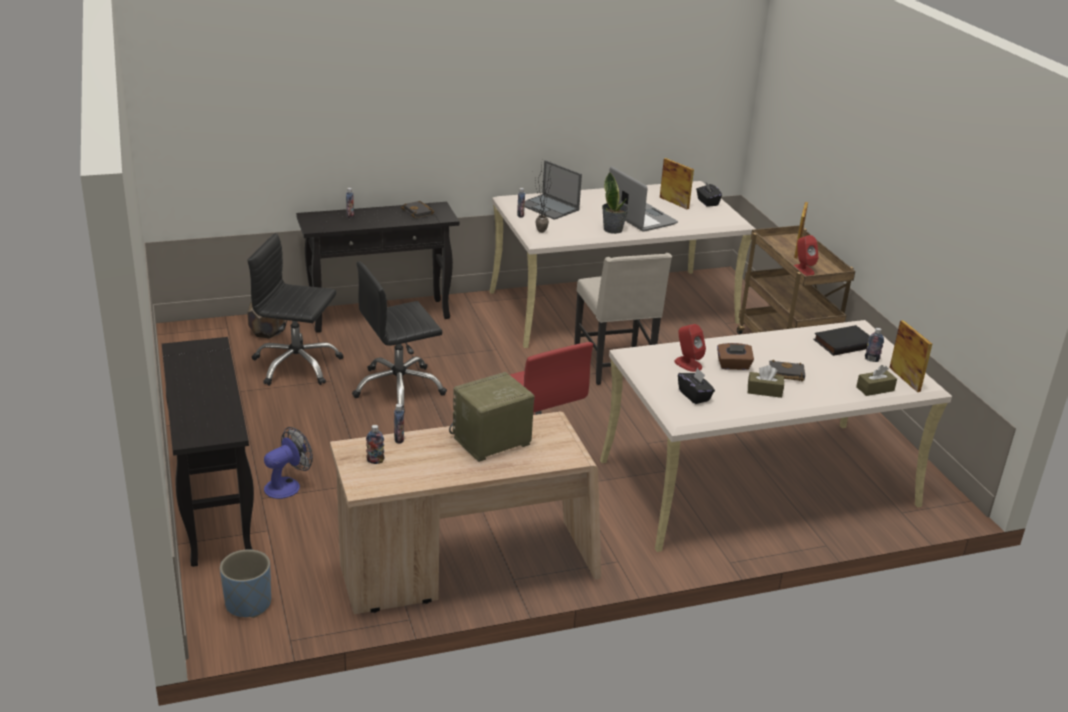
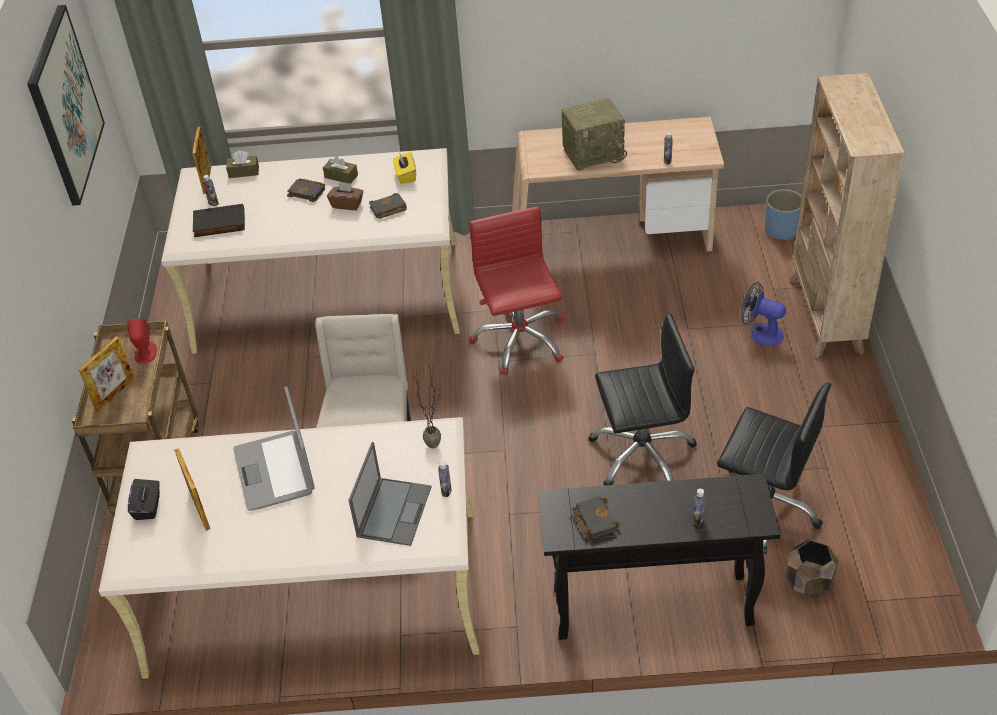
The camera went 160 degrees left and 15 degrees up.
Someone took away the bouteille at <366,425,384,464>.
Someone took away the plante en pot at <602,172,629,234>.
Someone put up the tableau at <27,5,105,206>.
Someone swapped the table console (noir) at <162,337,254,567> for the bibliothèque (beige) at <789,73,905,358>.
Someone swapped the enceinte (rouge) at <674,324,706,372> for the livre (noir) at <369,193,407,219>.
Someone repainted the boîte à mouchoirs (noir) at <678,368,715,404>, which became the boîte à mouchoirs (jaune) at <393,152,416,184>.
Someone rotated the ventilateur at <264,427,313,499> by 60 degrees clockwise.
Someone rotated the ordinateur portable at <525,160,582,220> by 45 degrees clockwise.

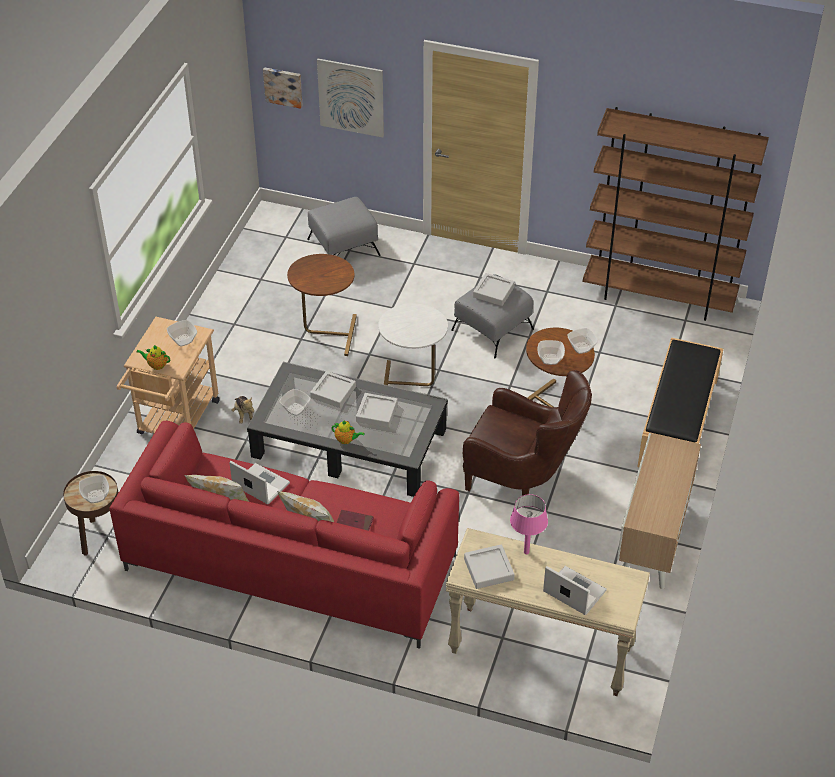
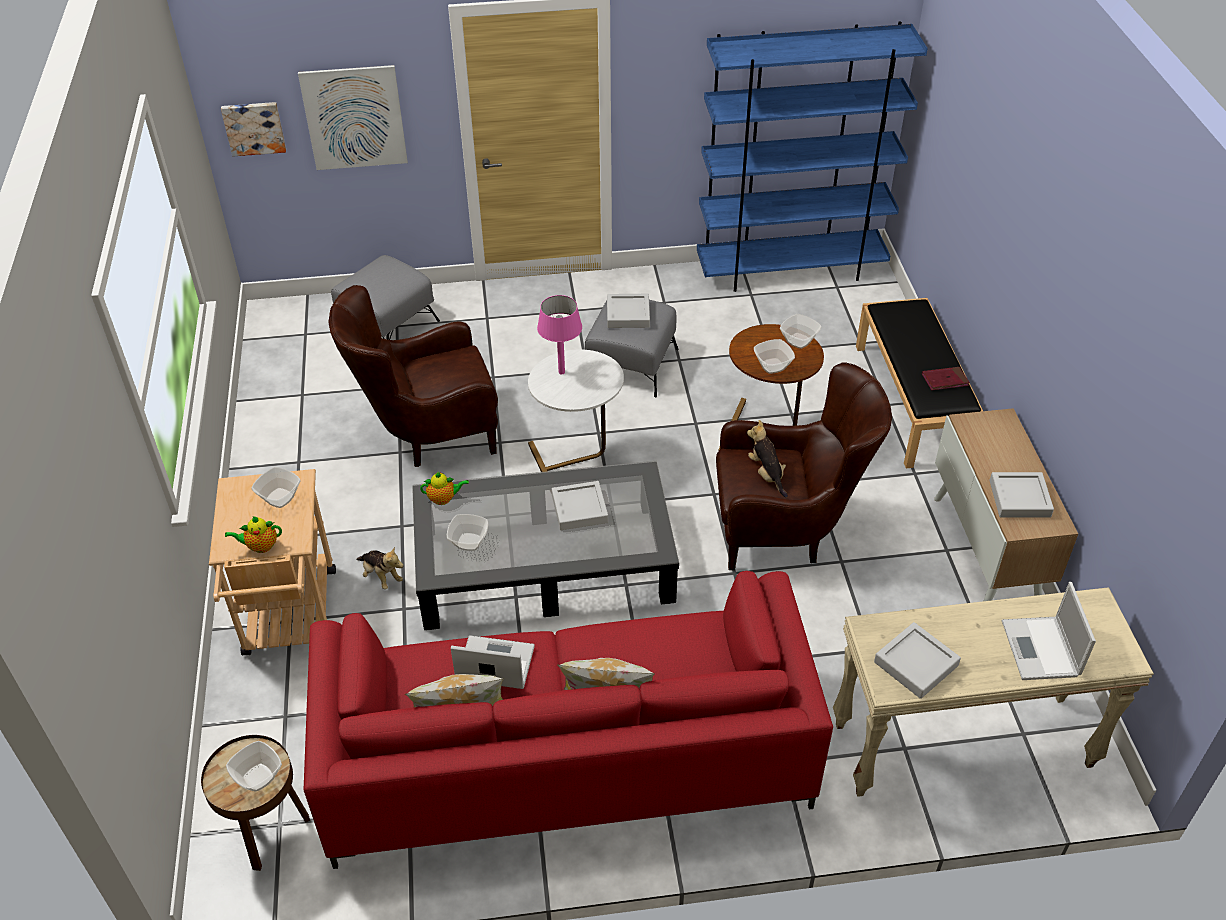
The camera went 25 degrees left and 0 degrees up.
Someone put down the peluche at <747,420,788,498>.
Someone carried the plateau (gris) from <310,371,356,408> to <989,472,1054,518>.
Someone carried the théière from <332,421,364,444> to <420,472,469,505>.
Someone carried the livre (rouge) from <336,510,373,531> to <922,367,970,390>.
Someone carried the lampe de table (rose) from <510,494,548,554> to <537,295,582,374>.
Someone swapped the table d'appoint (marron) at <287,254,357,356> for the fauteuil (marron) at <328,285,498,467>.
Someone repainted the bibliothèque (marron) at <583,107,769,321>, which became the bibliothèque (bleu) at <697,21,928,292>.
Someone rotated the ordinateur portable at <543,566,607,615> by 105 degrees counterclockwise.

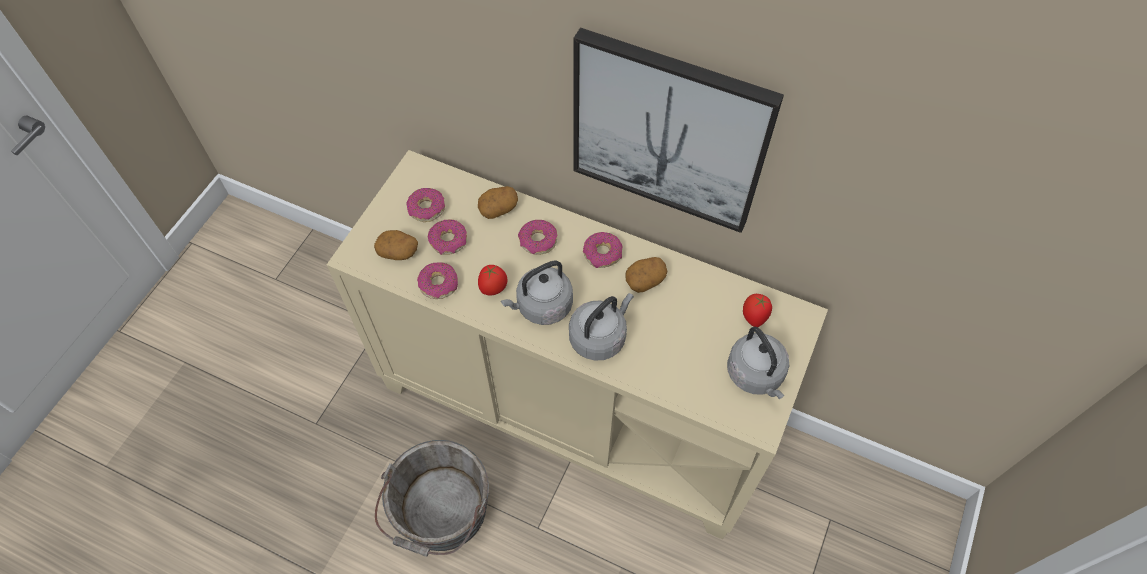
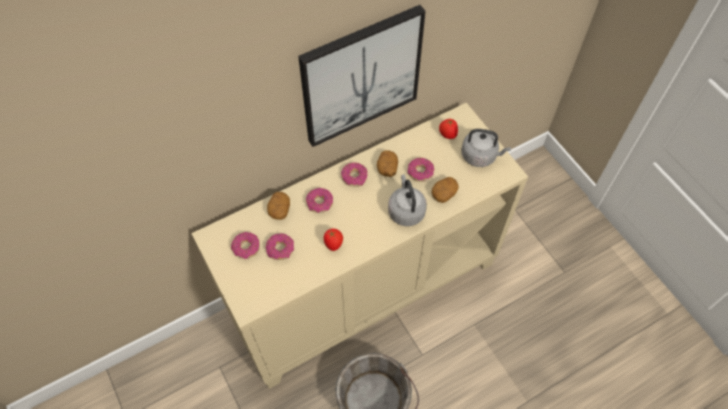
The camera went 55 degrees left and 0 degrees up.
Someone took away the bouilloire (gris) at <501,261,573,325>.
Someone carried the pomme de terre from <374,230,418,260> to <431,177,459,203>.
Someone carried the beignet from <417,262,458,299> to <408,158,435,182>.

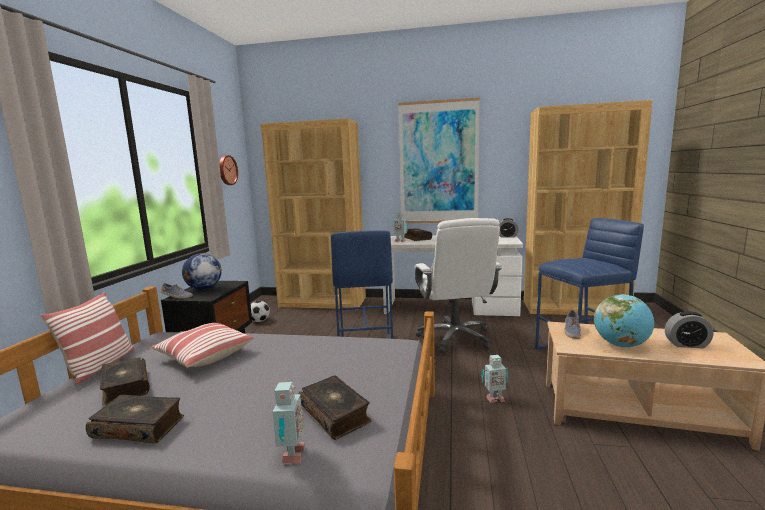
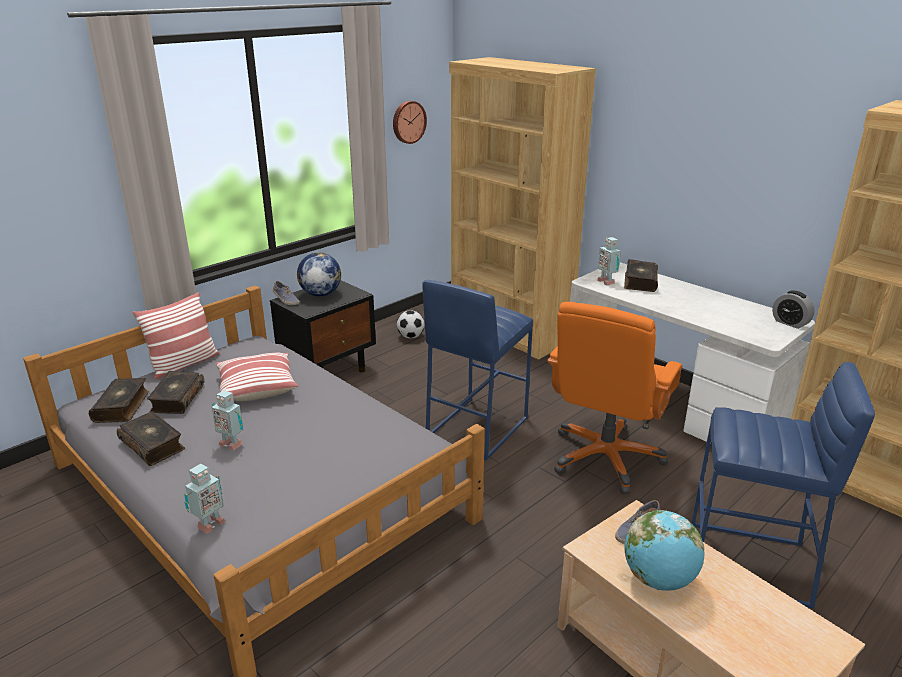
The camera went 35 degrees right and 15 degrees up.
Someone took away the tableau at <398,98,480,223>.
Someone took away the réveil at <665,311,714,348>.
Someone carried the livre from <299,375,372,440> to <89,378,149,423>.
Someone carried the robot jouet from <482,355,508,403> to <211,390,243,451>.
Someone repainted the chaise de bureau (blanc) at <415,218,502,353>, which became the chaise de bureau (orange) at <547,302,682,494>.

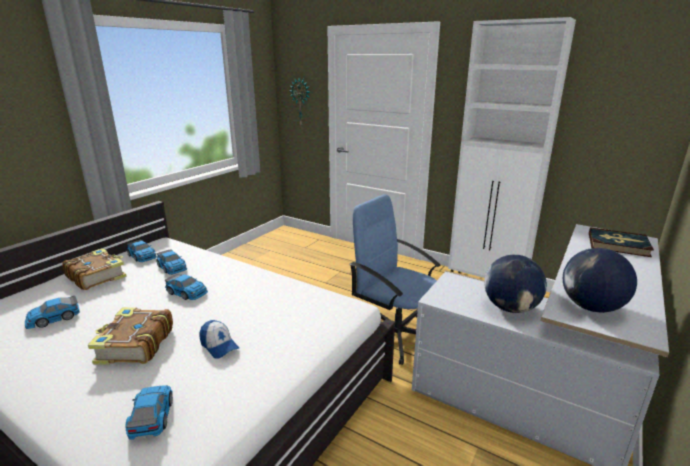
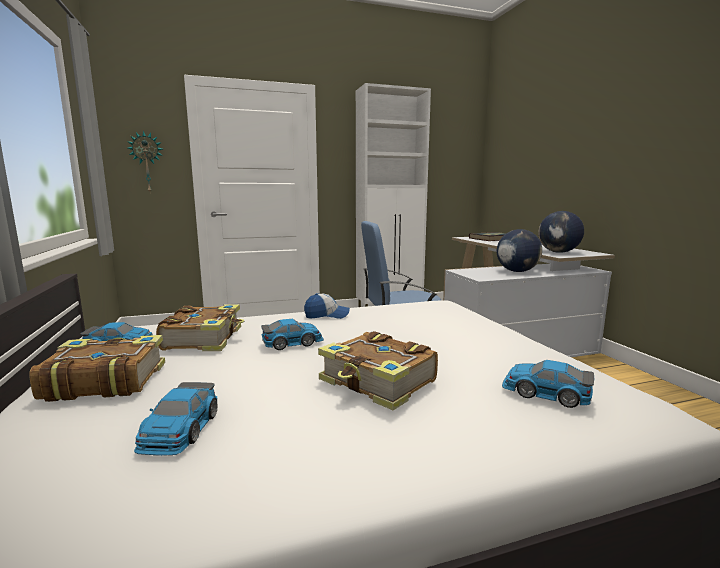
The camera went 50 degrees left and 10 degrees down.
Someone carried the casquette from <199,320,239,359> to <304,293,350,319>.
Someone swapped the petite voiture at <156,249,187,275> for the livre at <156,304,244,351>.

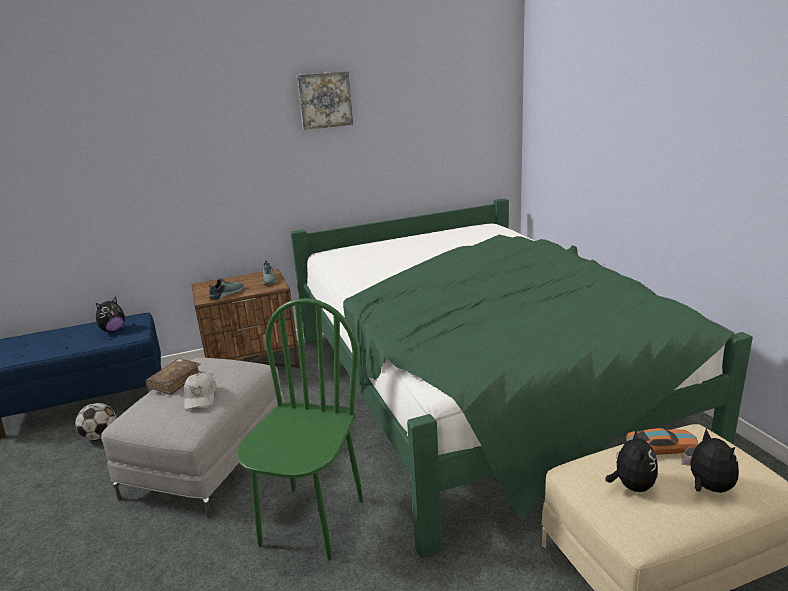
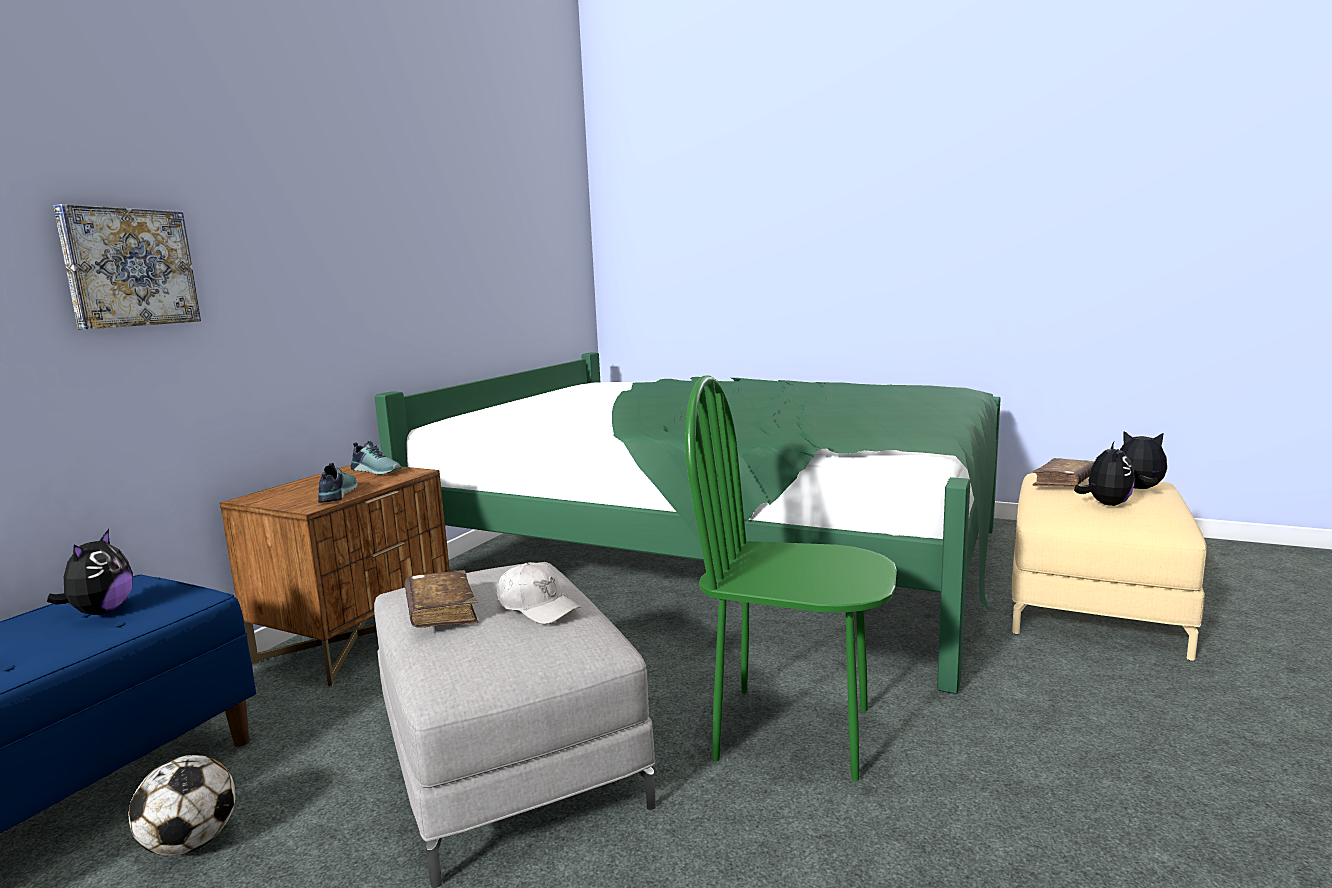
The camera went 45 degrees left and 10 degrees down.
Someone carried the tableau from <297,71,353,130> to <53,204,201,329>.
Someone swapped the petite voiture at <627,428,699,456> for the livre (marron) at <1032,458,1094,487>.
Someone rotated the chaise (vert) at <237,298,363,561> by 45 degrees counterclockwise.
Someone rotated the peluche at <605,428,658,492> by 60 degrees clockwise.

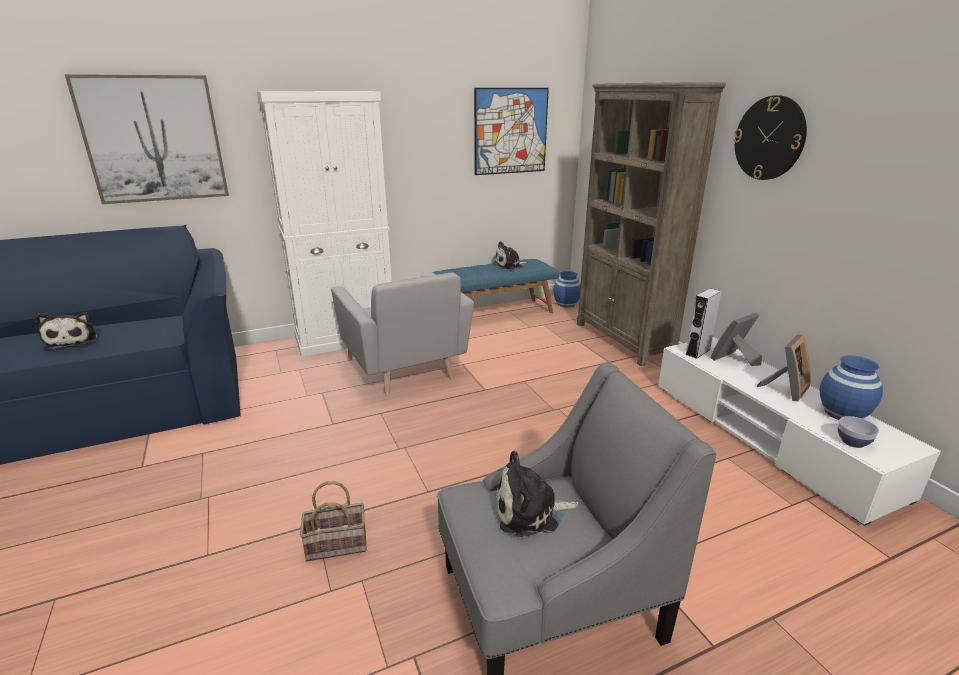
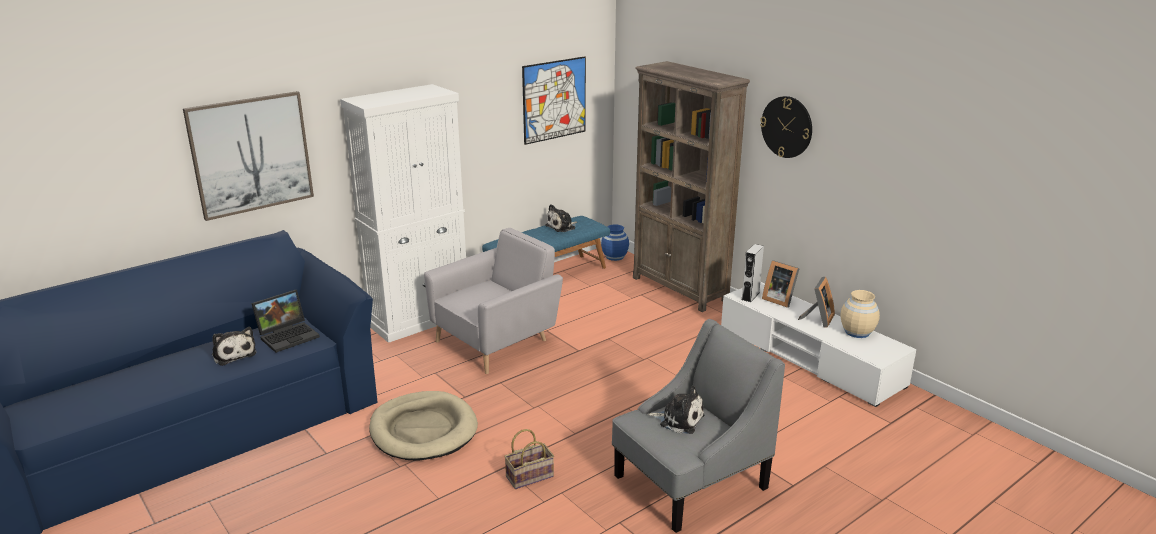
The camera went 15 degrees left and 0 degrees up.
Someone took away the bol at <838,416,879,448>.
Someone put down the ordinateur portable at <251,290,320,353>.
Someone put down the panier pour chien (beige) at <369,391,478,461>.
Someone repainted the vase (bleu) at <820,355,883,420>, which became the vase (beige) at <841,290,880,338>.
Someone rotated the fauteuil (gris) at <331,272,474,396> by 90 degrees counterclockwise.
Someone rotated the peluche at <495,451,579,537> by 135 degrees counterclockwise.
Someone rotated the cadre photo at <710,312,762,366> by 90 degrees counterclockwise.

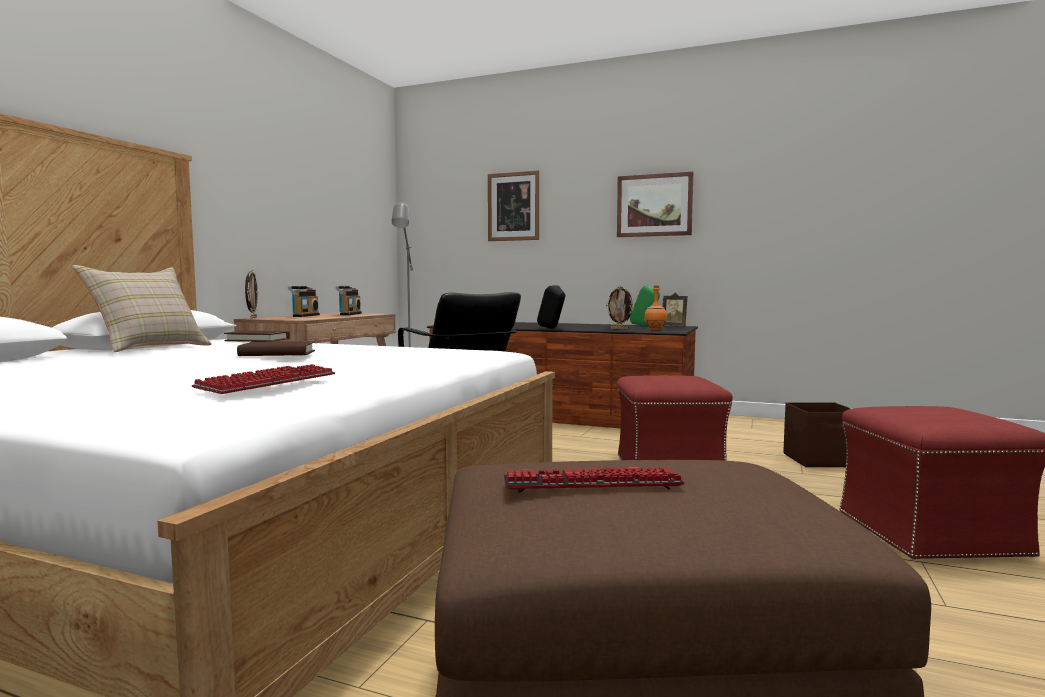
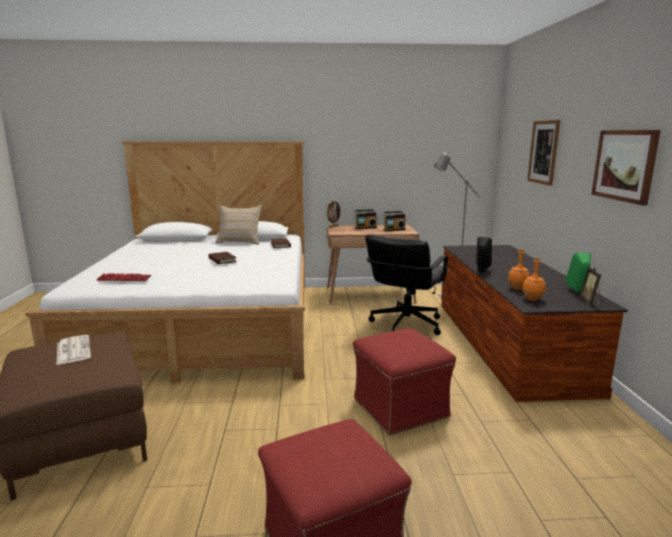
The camera went 65 degrees right and 10 degrees up.
Someone took away the boîte de rangement (marron) at <783,402,851,467>.
Someone swapped the clavier at <504,467,685,492> for the journal at <56,335,91,365>.
Someone swapped the cadre photo at <606,286,634,329> for the bouteille (orange) at <508,249,530,290>.

